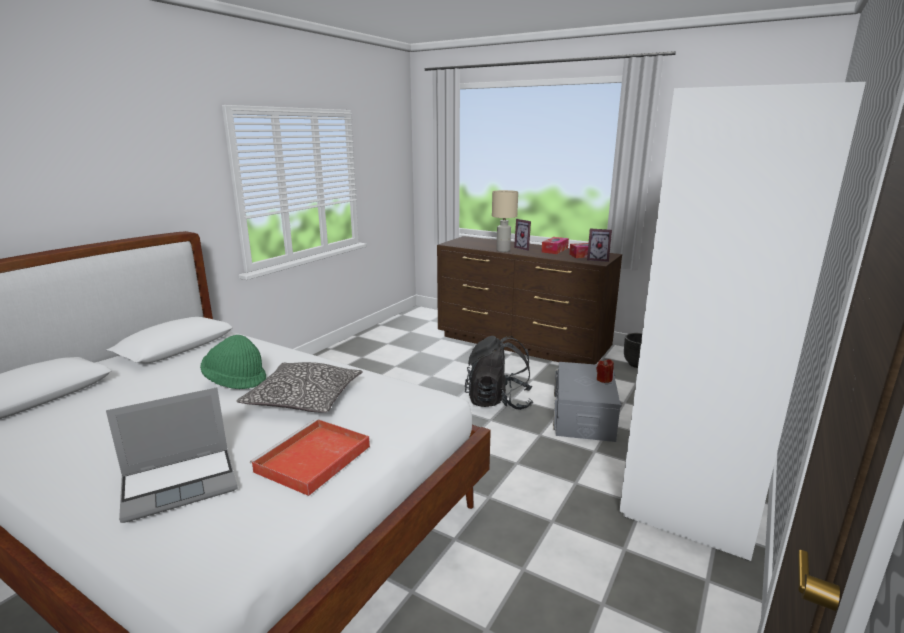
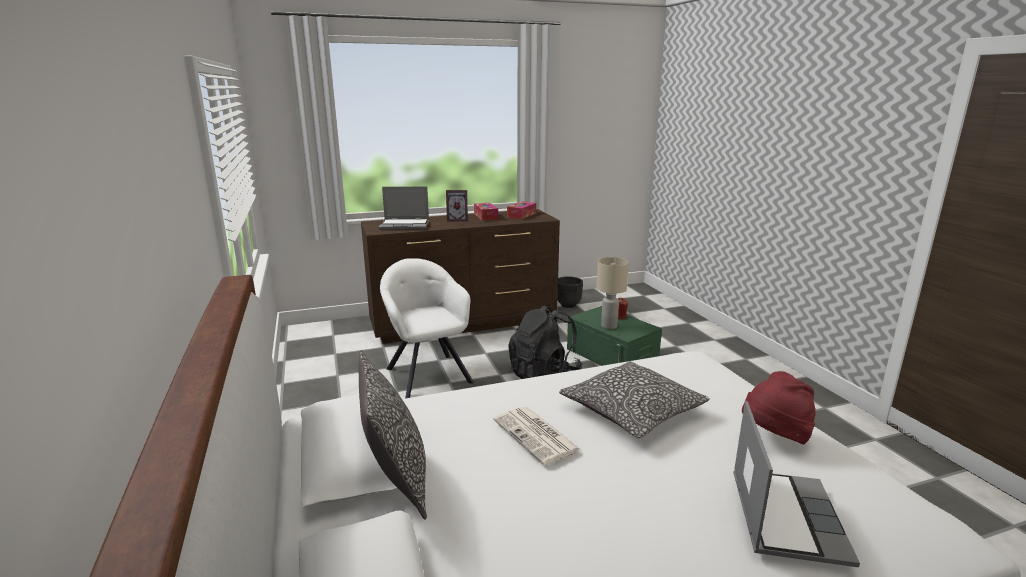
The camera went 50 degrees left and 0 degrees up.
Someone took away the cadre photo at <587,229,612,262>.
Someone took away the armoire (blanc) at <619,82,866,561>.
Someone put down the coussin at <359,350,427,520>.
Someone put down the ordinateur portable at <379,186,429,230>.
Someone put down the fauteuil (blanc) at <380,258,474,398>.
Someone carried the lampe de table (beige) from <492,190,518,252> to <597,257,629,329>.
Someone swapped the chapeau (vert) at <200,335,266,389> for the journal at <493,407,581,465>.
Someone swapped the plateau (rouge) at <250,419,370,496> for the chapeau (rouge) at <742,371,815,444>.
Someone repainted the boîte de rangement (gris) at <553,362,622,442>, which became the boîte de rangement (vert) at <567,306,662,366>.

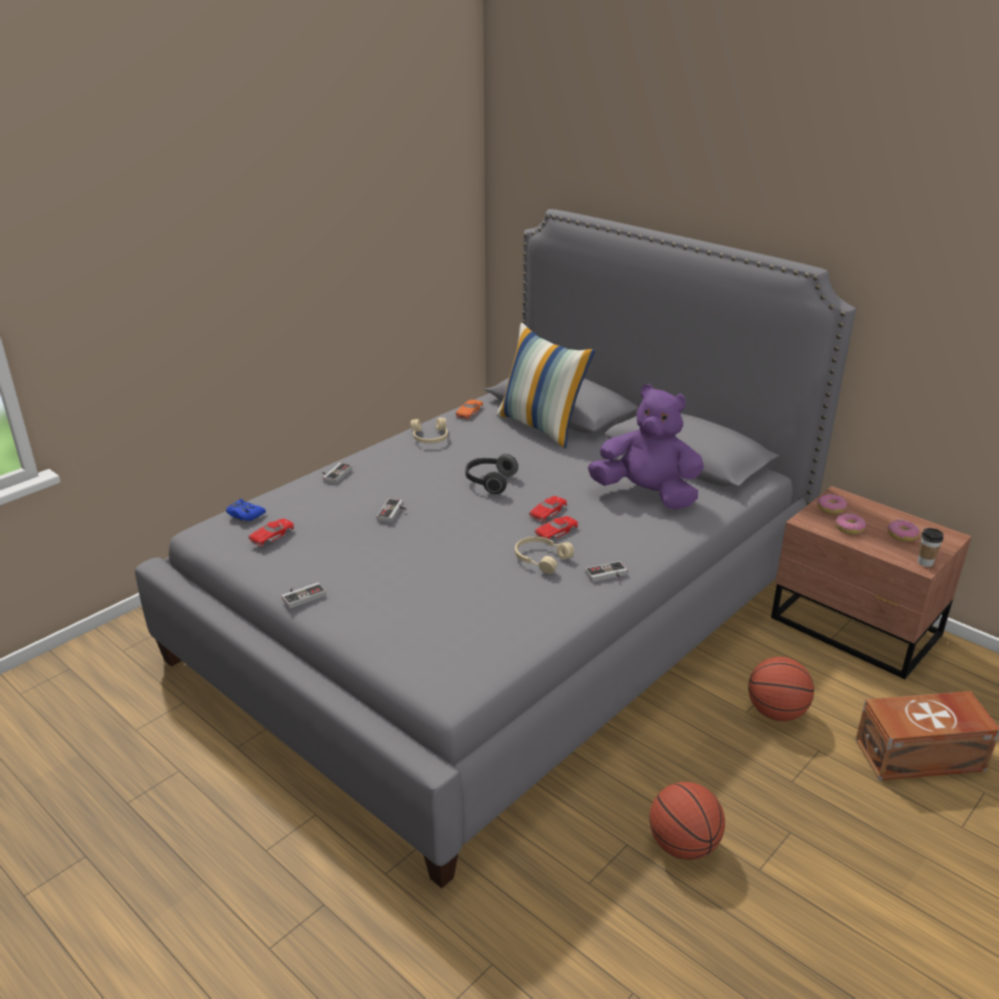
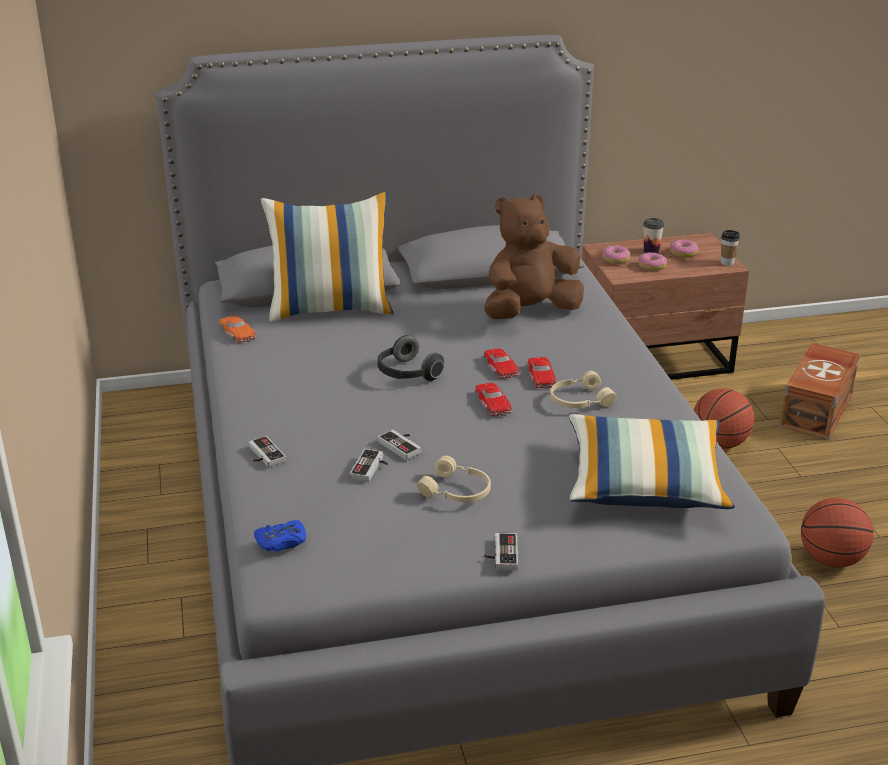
The camera went 55 degrees left and 0 degrees up.
Someone put down the coussin at <569,414,735,509>.
Someone put down the tasse at <643,218,664,254>.
Someone carried the petite voiture (rouge) from <248,518,294,547> to <475,383,512,416>.
Someone carried the casque audio (beige) from <411,418,448,443> to <416,456,491,502>.
Someone carried the manette from <585,561,628,582> to <350,449,388,482>.
Someone repainted the peluche (violet) at <588,384,704,510>, which became the peluche (marron) at <484,194,584,319>.

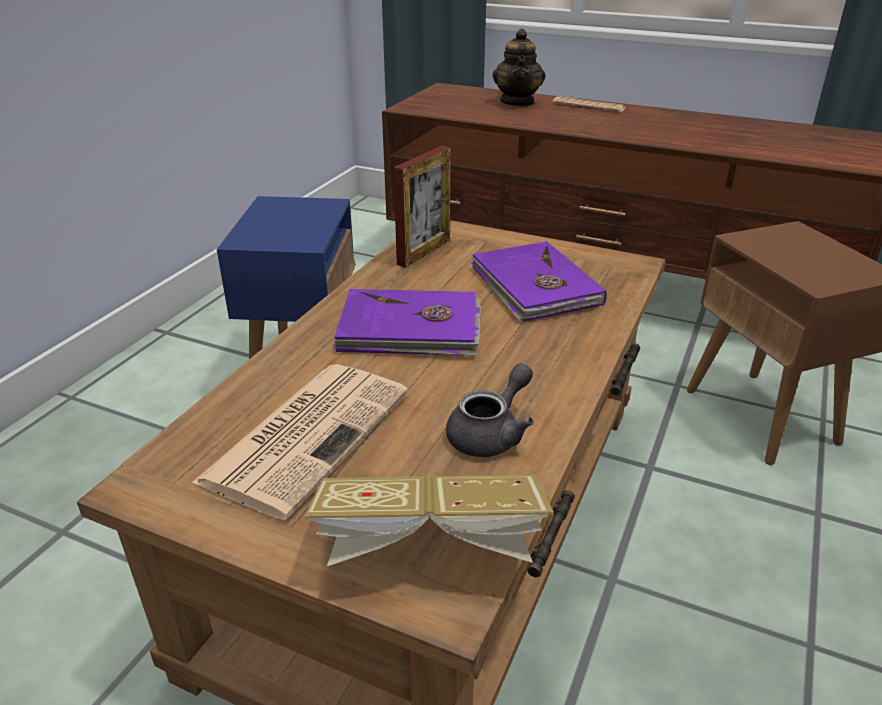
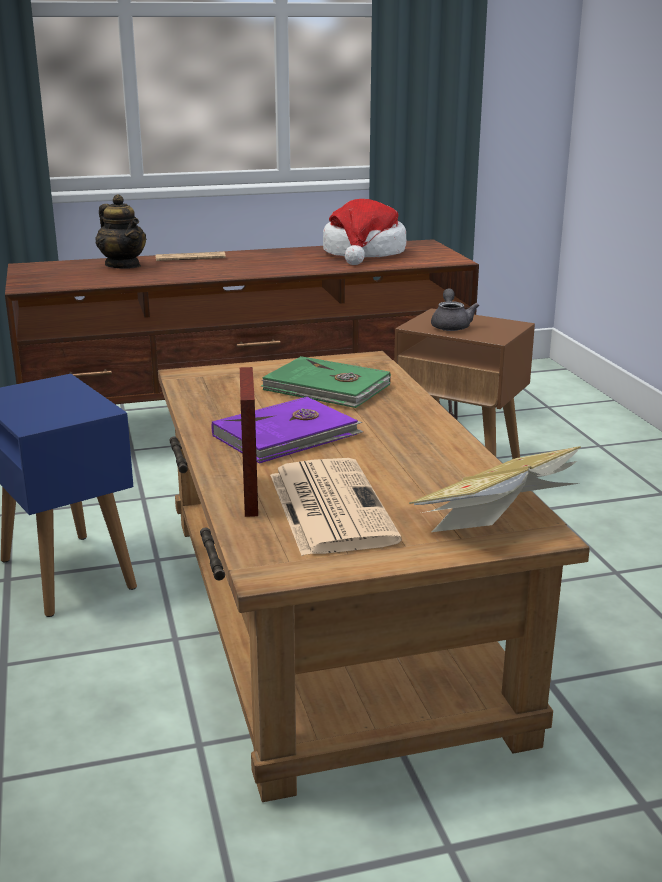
The camera went 40 degrees left and 10 degrees down.
Someone put down the chapeau at <323,199,407,265>.
Someone carried the cadre photo from <393,146,451,268> to <240,367,258,517>.
Someone carried the théière (gris) from <446,363,534,457> to <431,288,479,331>.
Someone repainted the livre (violet) at <471,241,607,321>, which became the livre (vert) at <261,356,391,408>.

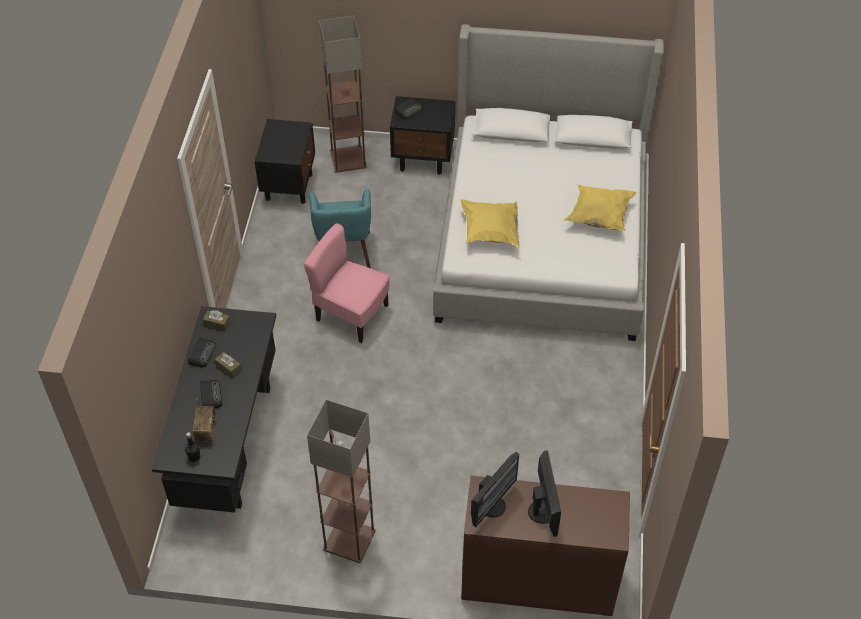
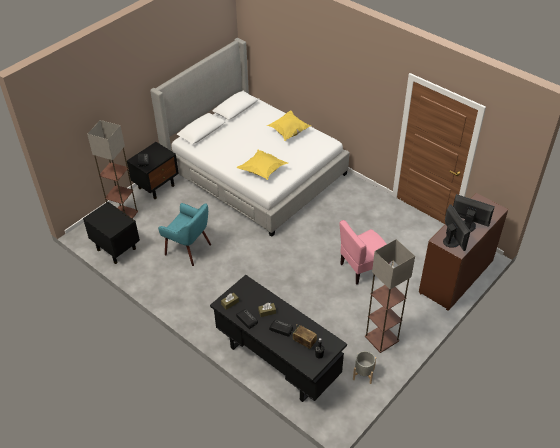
The camera went 55 degrees left and 5 degrees down.
Someone put down the cache-pot (gris) at <353,351,376,384>.
Someone carried the chaise (rose) from <304,223,389,343> to <339,220,391,285>.

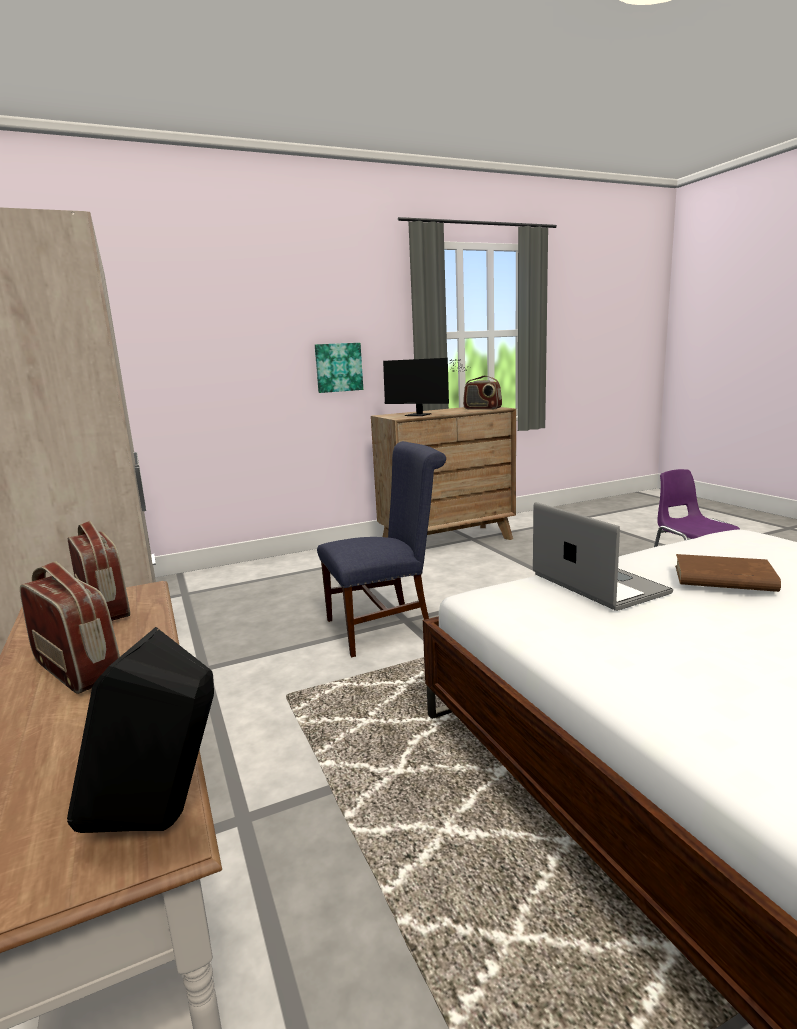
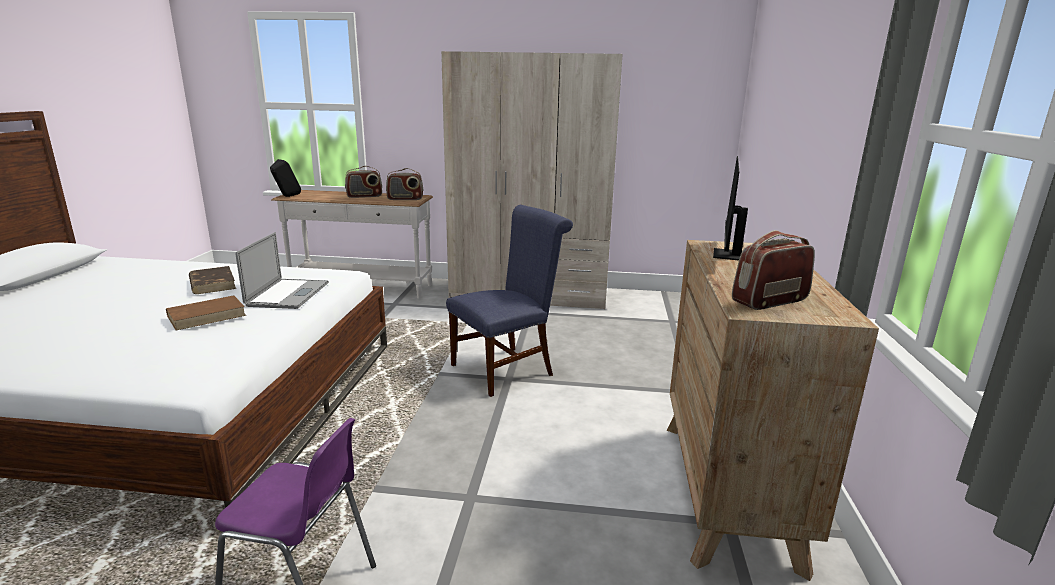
The camera went 120 degrees right and 5 degrees up.
Someone took away the tableau at <315,343,363,393>.
Someone put down the livre (marron) at <189,266,236,294>.
Someone rotated the chaise (bleu) at <317,441,446,657> by 135 degrees counterclockwise.
Someone rotated the écran d'ordinateur at <383,358,470,416> by 45 degrees counterclockwise.
Someone rotated the ordinateur portable at <533,502,673,611> by 90 degrees counterclockwise.

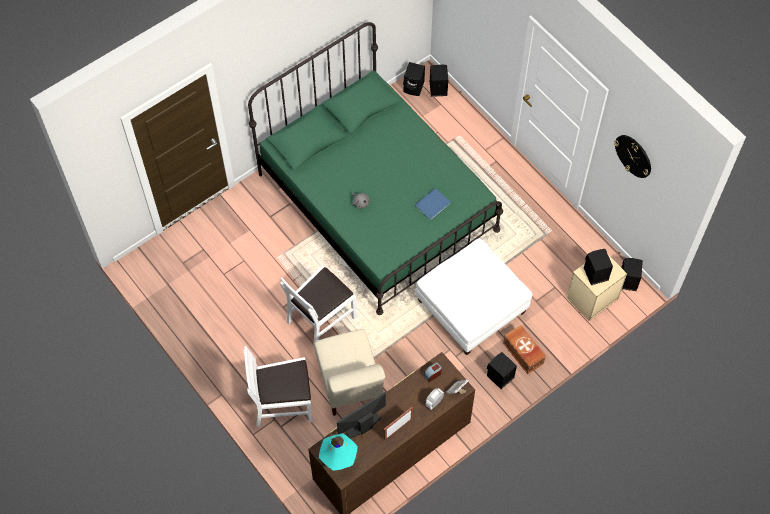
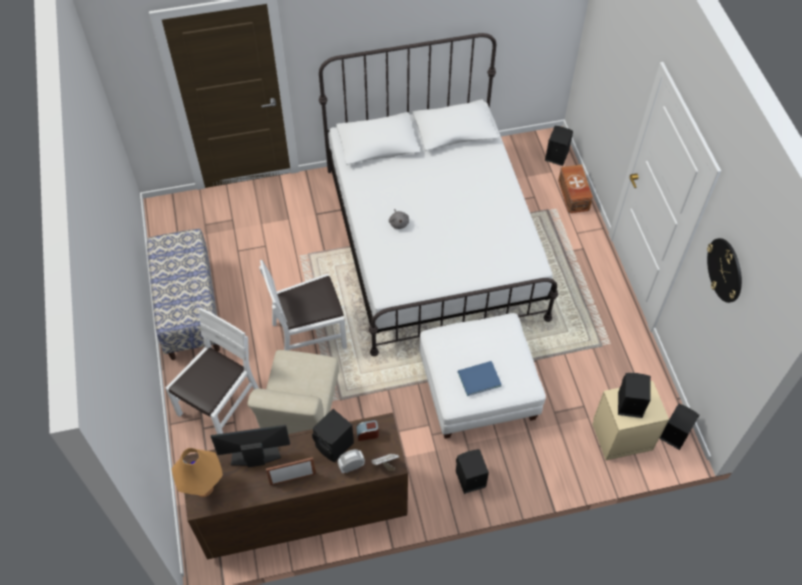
The camera went 25 degrees right and 5 degrees down.
Someone put down the banc at <147,229,220,360>.
Someone carried the enceinte (noir) from <403,62,425,96> to <312,409,354,462>.
Someone carried the livre (bleu) from <415,188,451,220> to <458,361,502,396>.
Someone carried the boîte de rangement (marron) from <503,325,546,374> to <558,165,593,213>.
Someone repainted the lit (vert) at <248,22,503,315>, which became the lit (blanc) at <319,33,558,356>.
Someone repainted the lampe de table (turquoise) at <319,433,358,471>, which became the lampe de table (orange) at <172,448,223,497>.
Someone rotated the chaise (blanc) at <243,346,313,427> by 105 degrees clockwise.

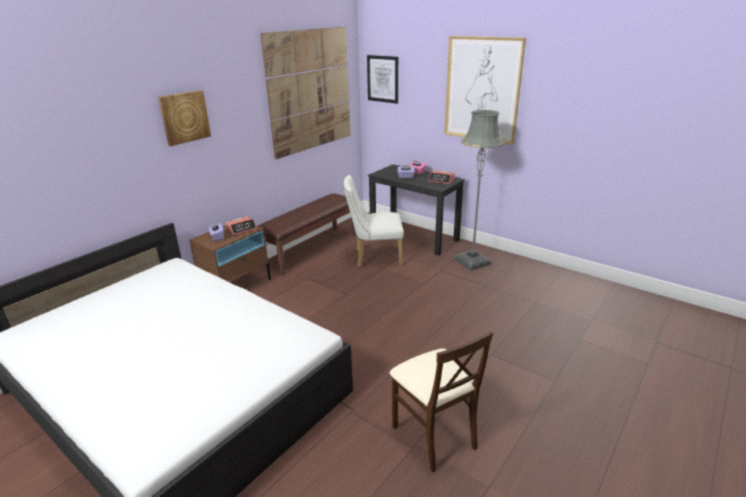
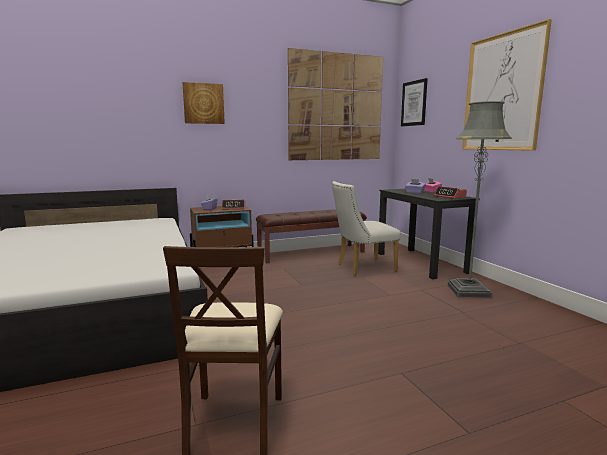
The camera went 30 degrees right and 15 degrees down.
Someone rotated the chaise (blanc) at <343,175,404,267> by 45 degrees counterclockwise.

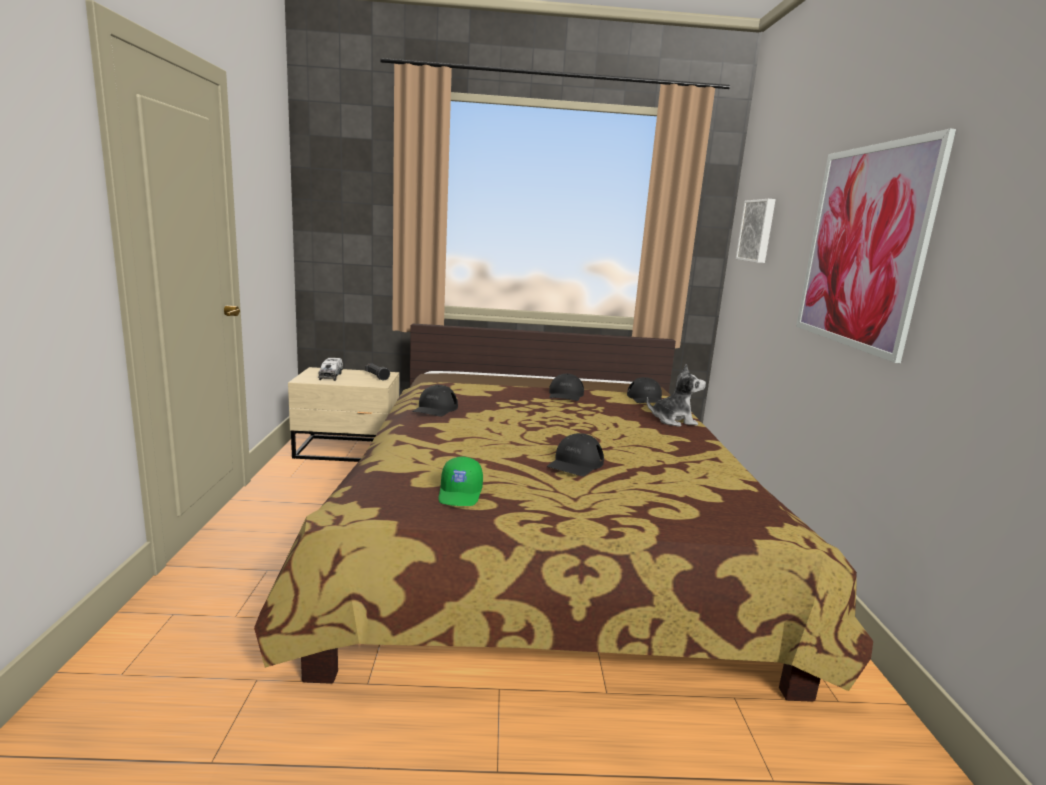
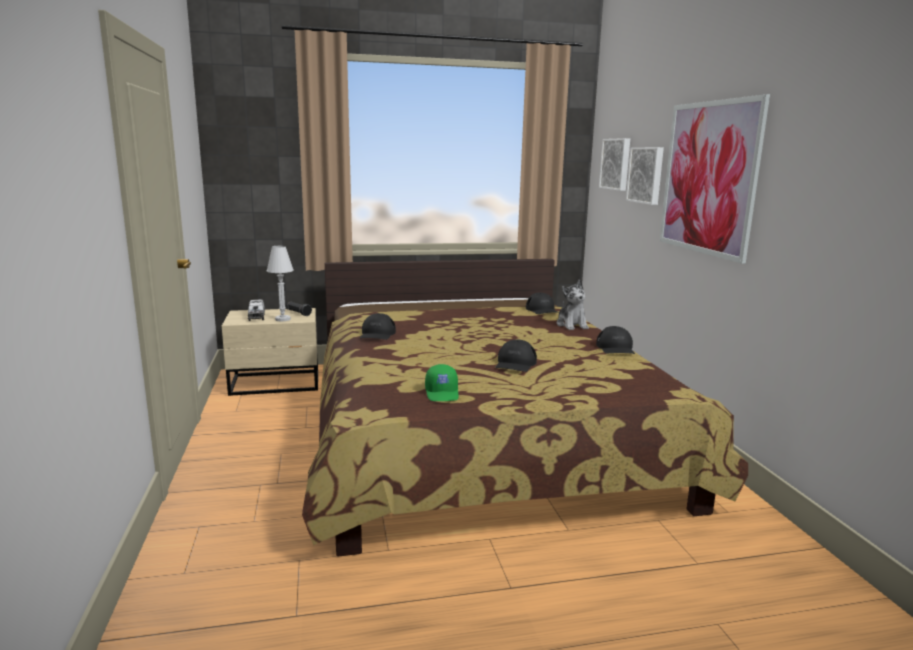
The camera went 10 degrees left and 0 degrees up.
Someone put down the lampe de table (blanc) at <267,246,294,321>.
Someone put up the tableau at <626,147,664,205>.
Someone carried the casquette (noir) from <549,374,584,401> to <596,326,635,354>.
Someone rotated the peluche at <646,364,706,427> by 90 degrees clockwise.

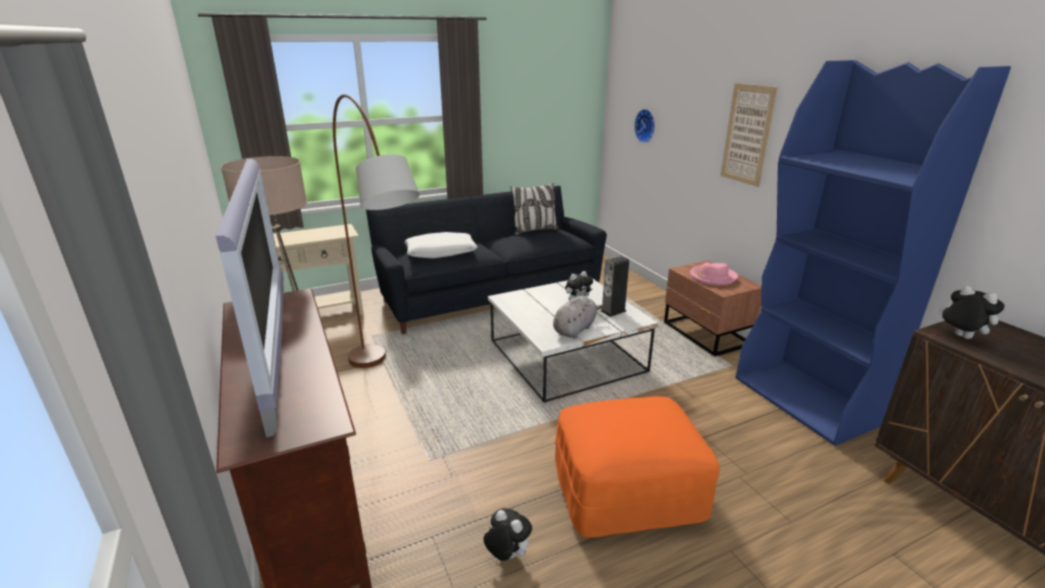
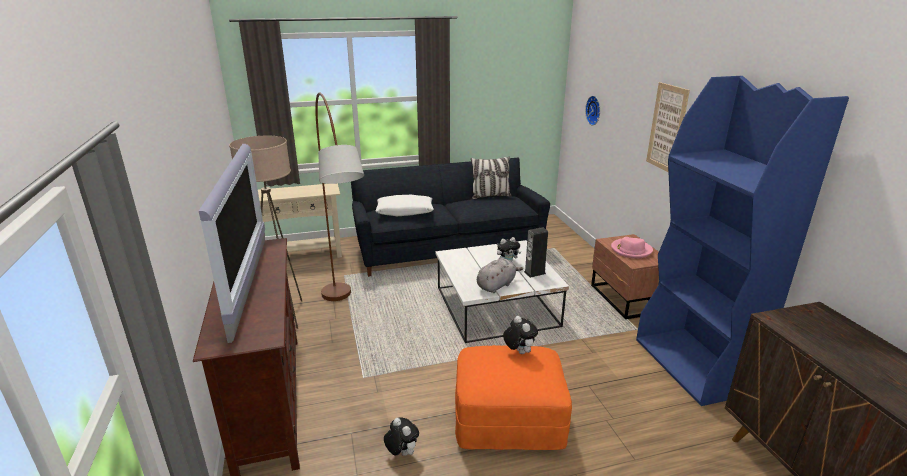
The camera went 10 degrees right and 0 degrees up.
Someone carried the peluche from <938,286,1005,339> to <503,316,538,354>.

